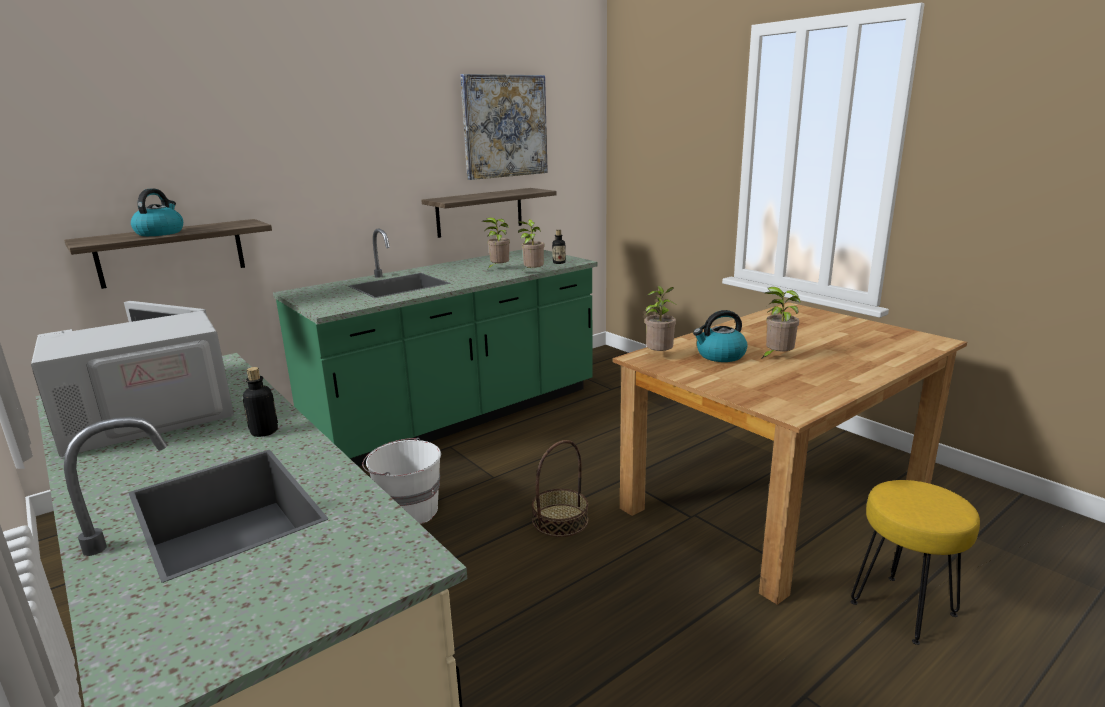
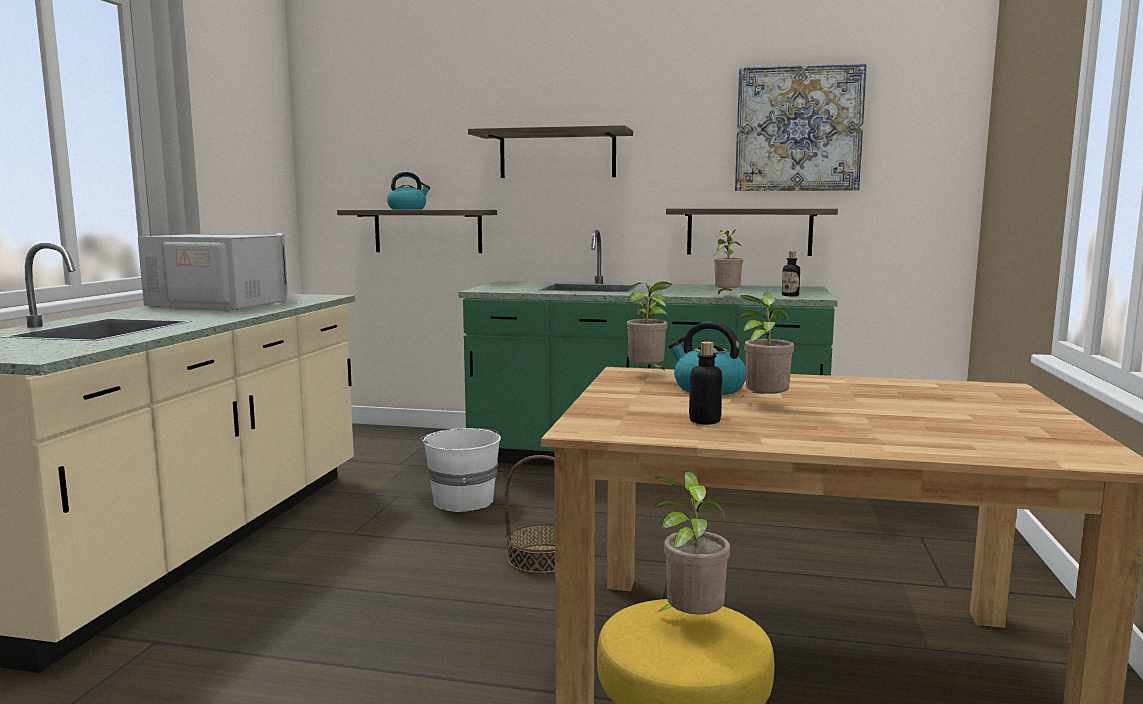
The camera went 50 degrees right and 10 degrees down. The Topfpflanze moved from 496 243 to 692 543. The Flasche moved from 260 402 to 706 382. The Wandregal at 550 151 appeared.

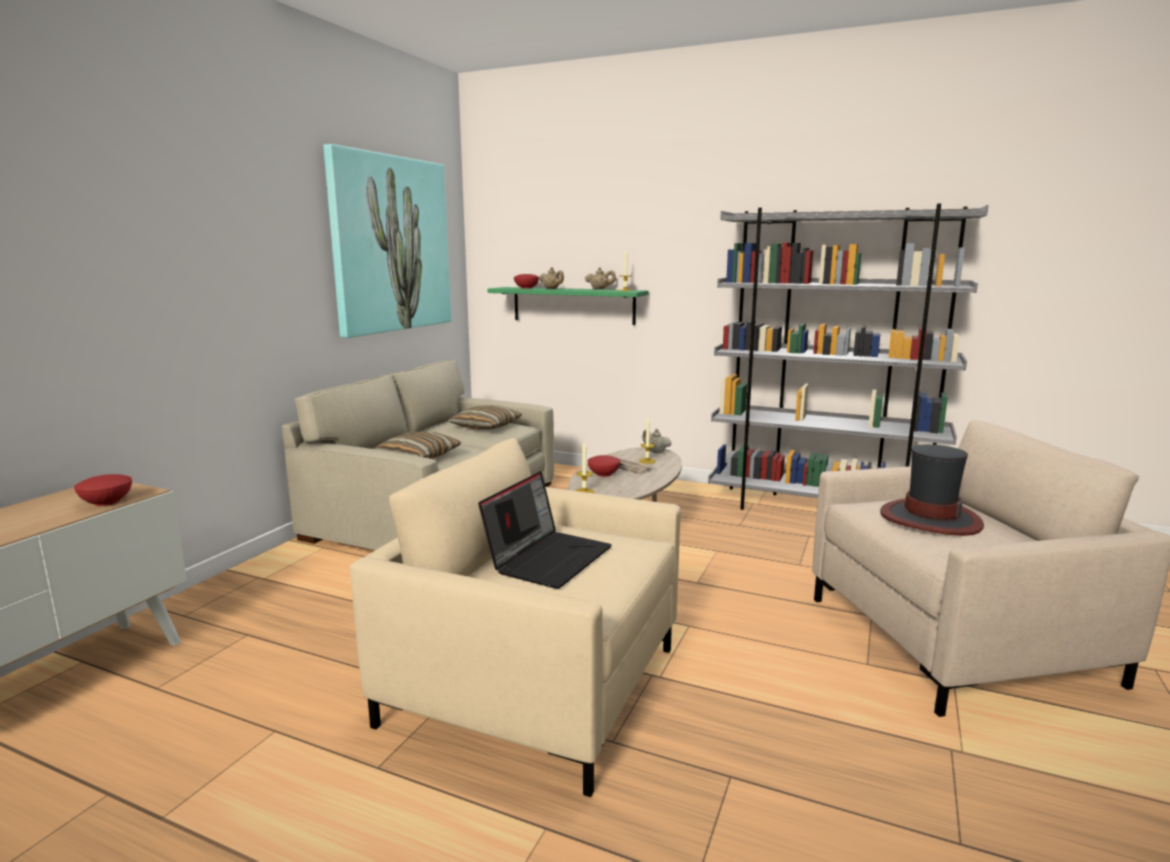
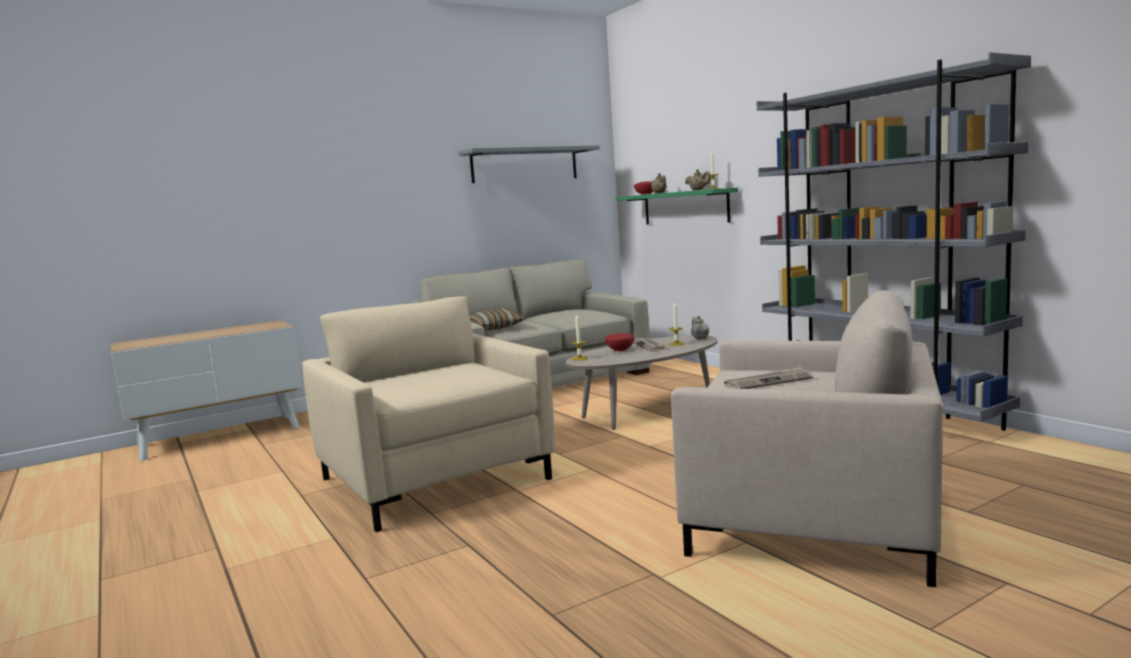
The camera went 35 degrees right and 5 degrees down. The Bild at 387 241 was replaced by the Wandregal/grau at 529 164. The Kissen at 484 417 disappeared. The Hut at 932 490 was replaced by the Zeitung at 768 377. The Laptop at 545 530 disappeared. The Schüssel/rot at 103 490 disappeared.

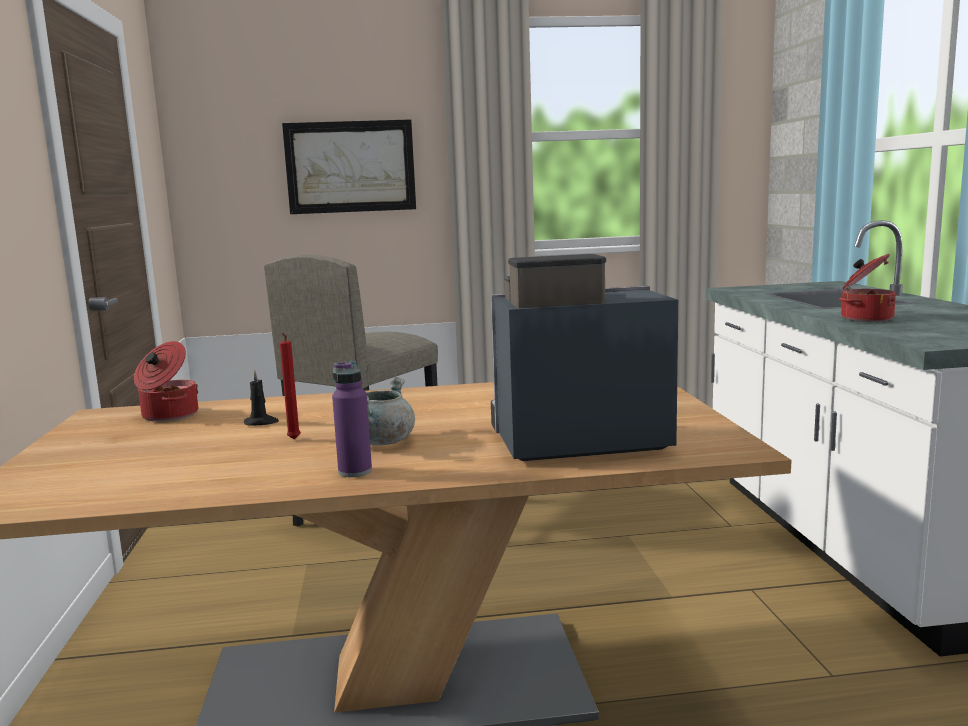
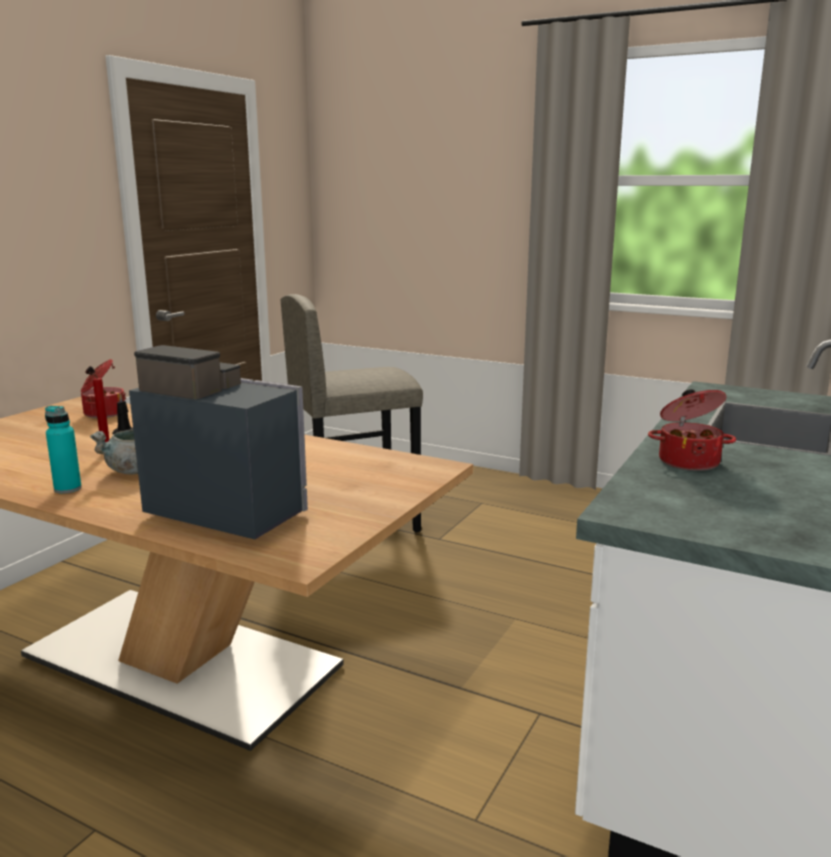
The camera went 35 degrees right and 5 degrees up. The Bild at 349 166 disappeared. The Flasche/lila at 352 419 became the Flasche/türkis at 63 450.

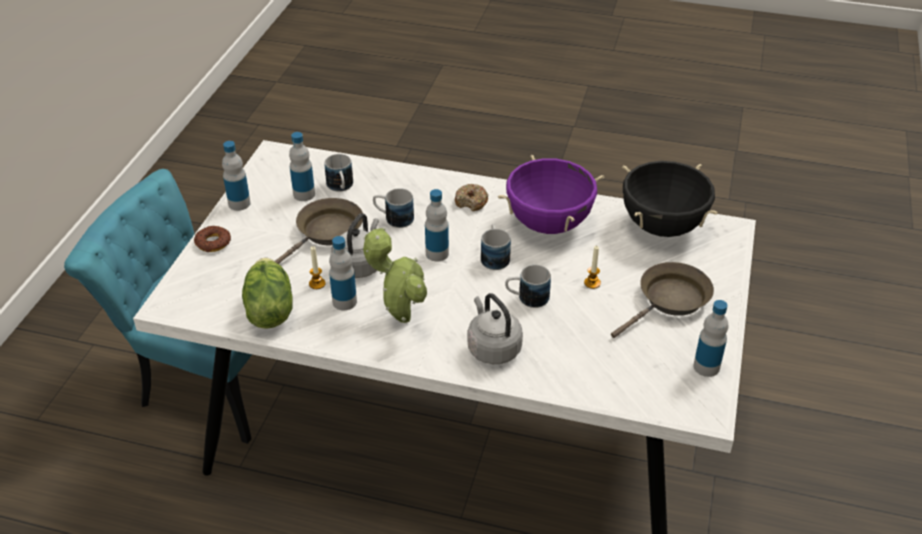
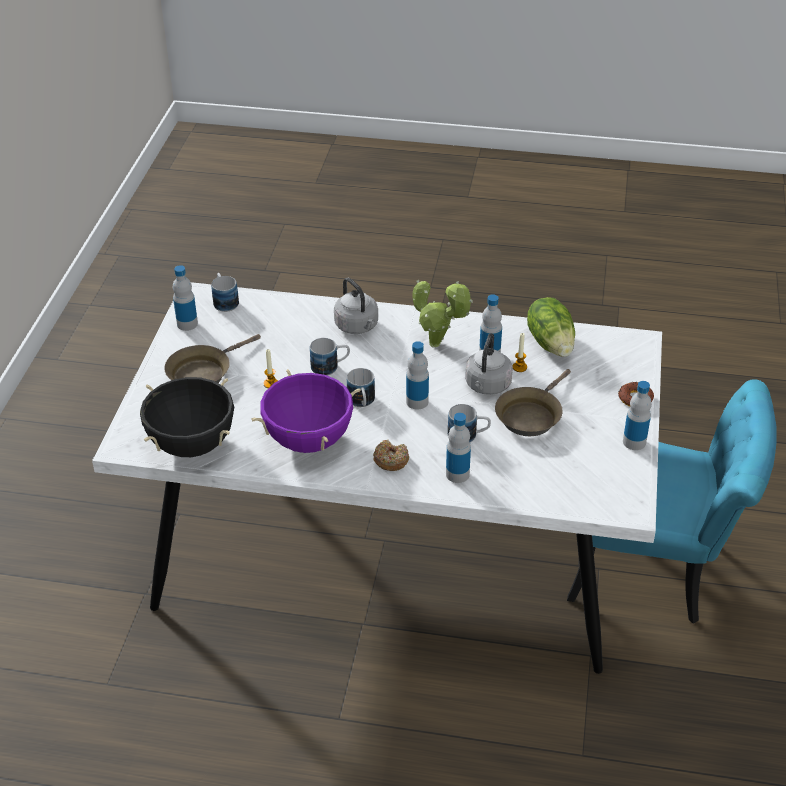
The camera went 175 degrees right and 0 degrees up. The Flasche moved from 302 166 to 458 448. The Henkelbecher moved from 338 173 to 225 292.

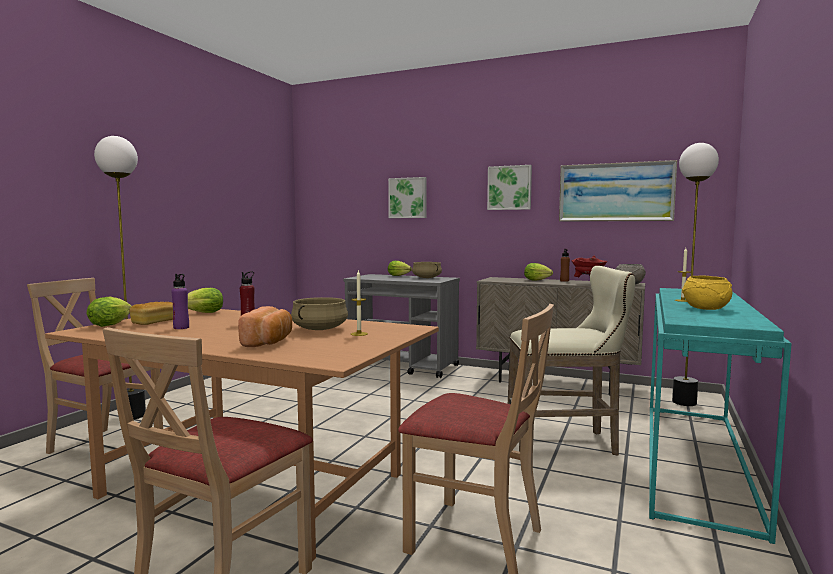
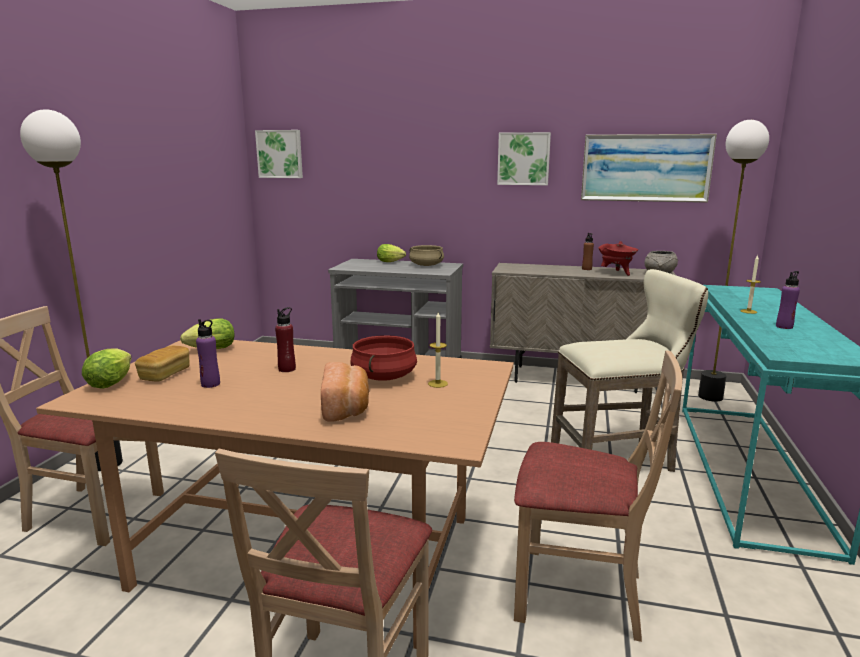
The camera went 10 degrees left and 10 degrees up. The Bild moved from 407 197 to 279 154. The Salatkopf at 538 272 disappeared. The Schüssel/gelb at 707 292 was replaced by the Flasche/lila at 788 300. The Kochtopf/beige at 319 313 became the Kochtopf/rot at 383 358.

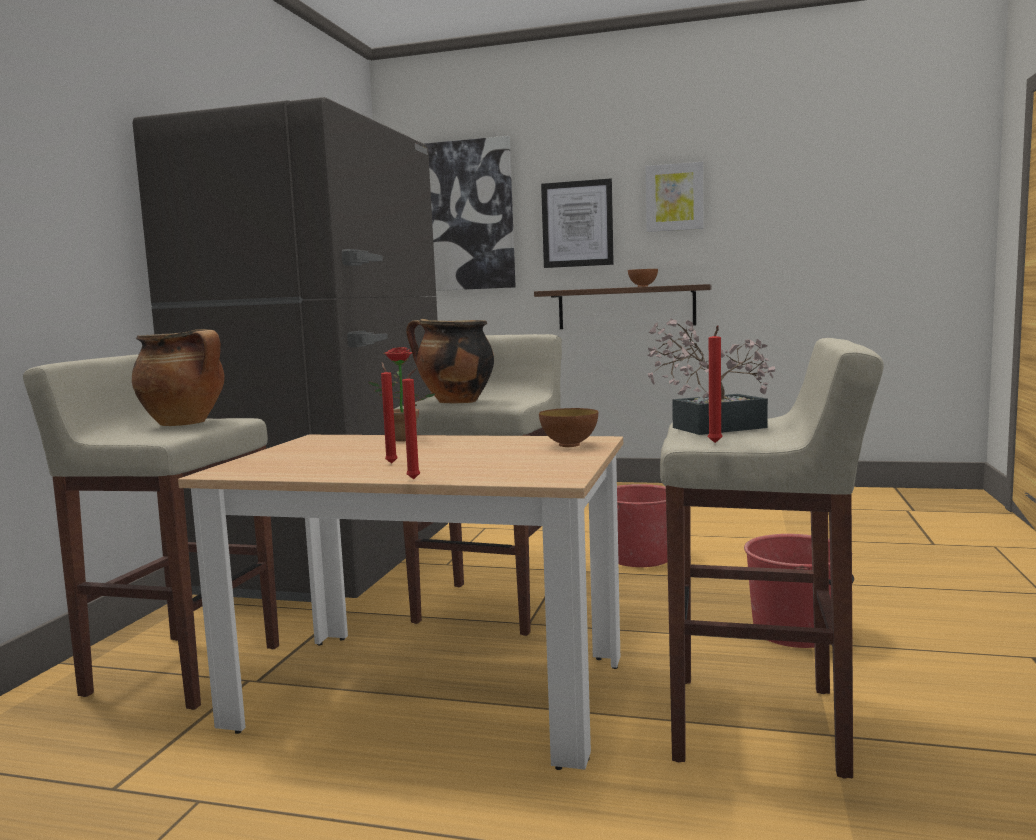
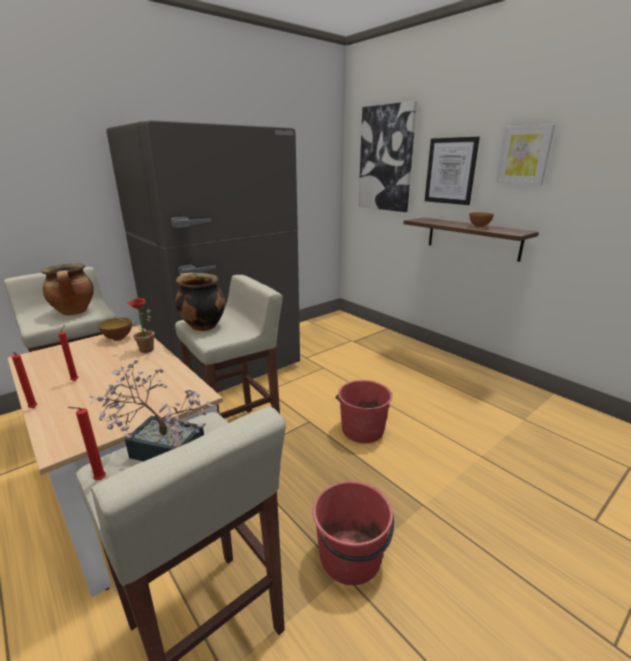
The camera went 35 degrees right and 15 degrees up. The Schüssel moved from 568 427 to 115 329.

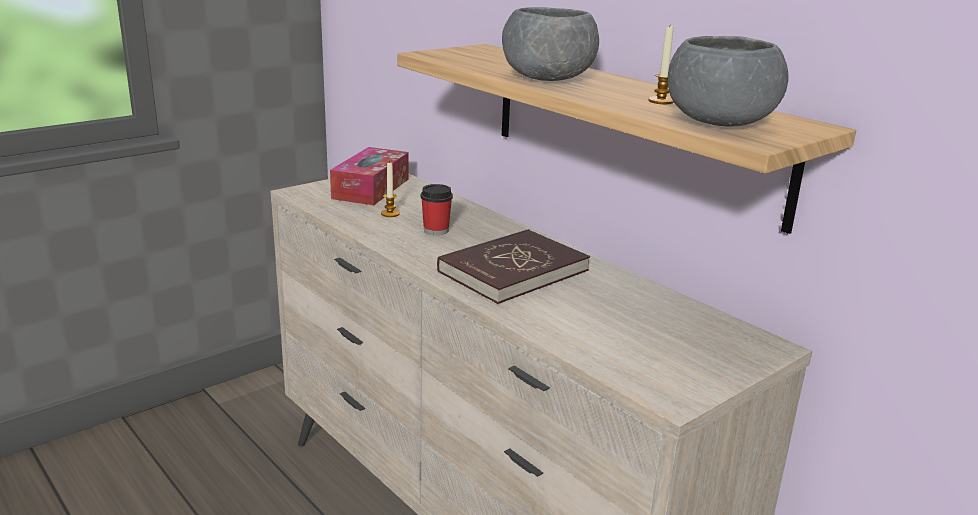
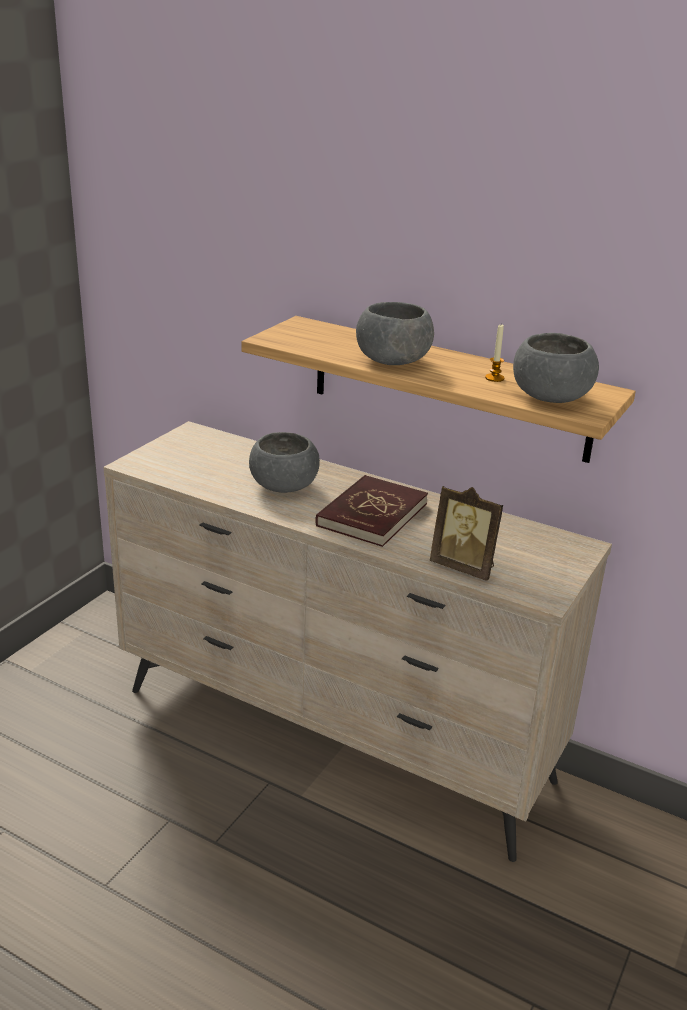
The camera went 20 degrees left and 5 degrees up. The Taschentuchbox at 369 176 disappeared. The Kerze at 390 189 disappeared. The Tasse at 437 210 was replaced by the Schüssel/grau at 284 462. The Bilderrahmen at 466 533 appeared.

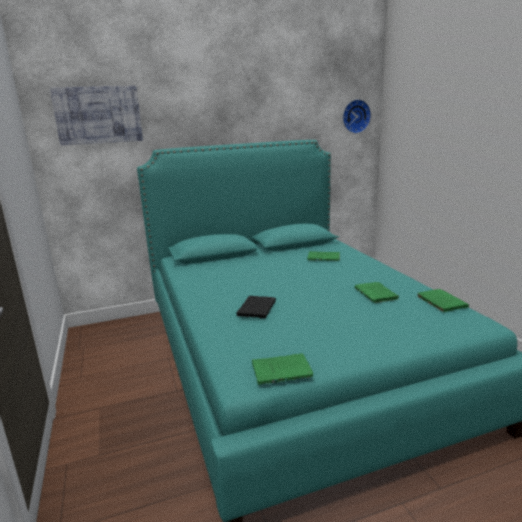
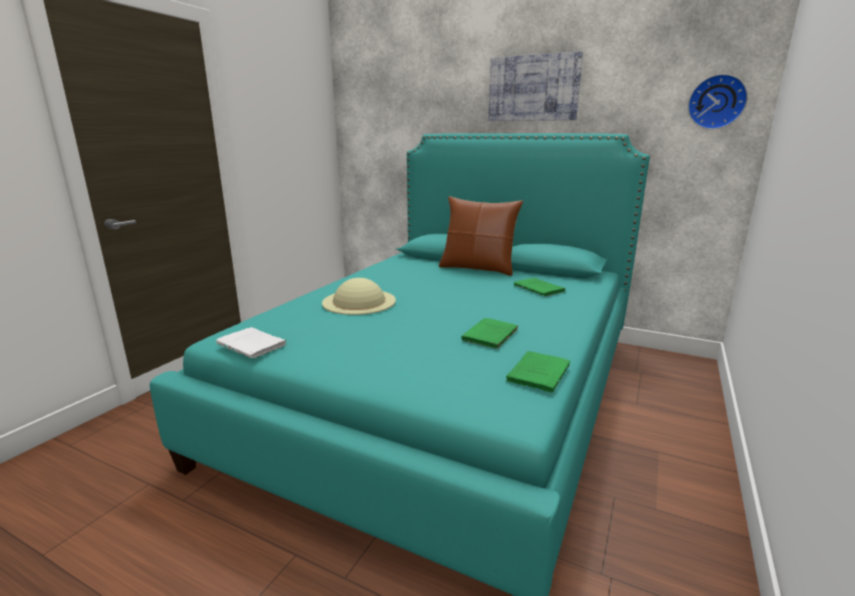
The camera went 45 degrees right and 0 degrees up. The Bild moved from 96 115 to 535 86. The Buch/schwarz at 256 307 was replaced by the Hut/beige at 359 296. The Buch/grün at 282 369 became the Buch/weiß at 251 342. The Kissen/braun at 481 236 appeared.

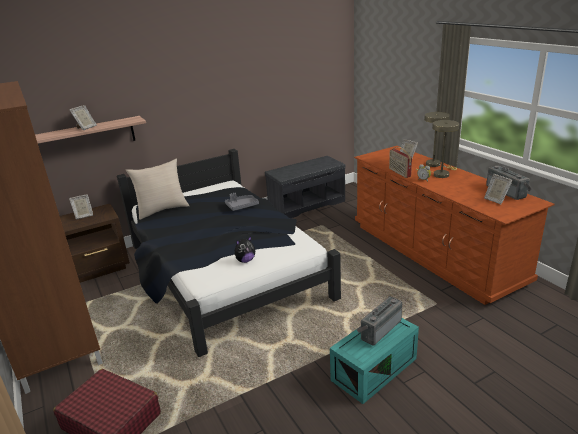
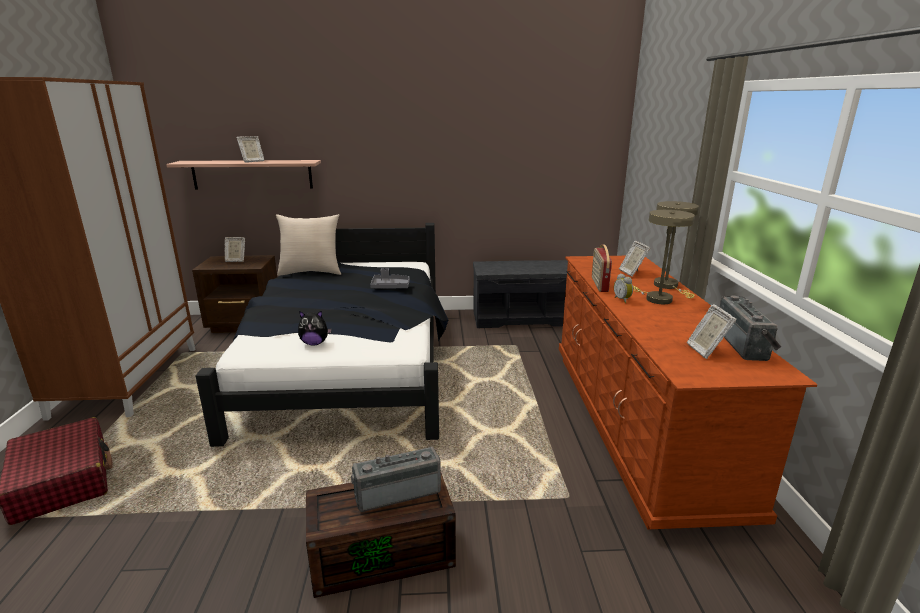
The camera went 25 degrees right and 5 degrees down. The Aufbewahrungsbox/türkis at 374 361 became the Aufbewahrungsbox/braun at 381 535.

